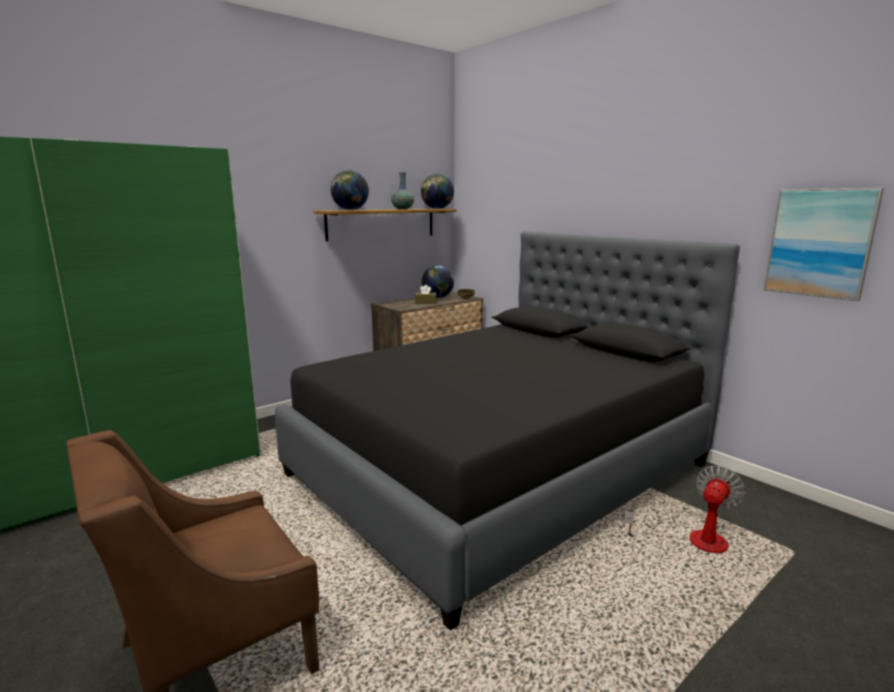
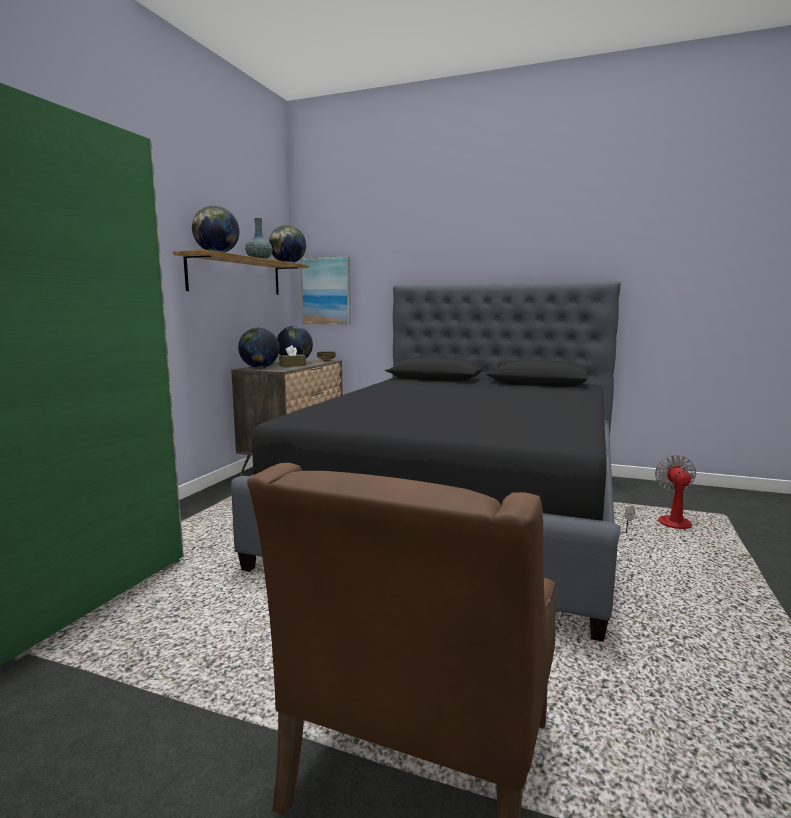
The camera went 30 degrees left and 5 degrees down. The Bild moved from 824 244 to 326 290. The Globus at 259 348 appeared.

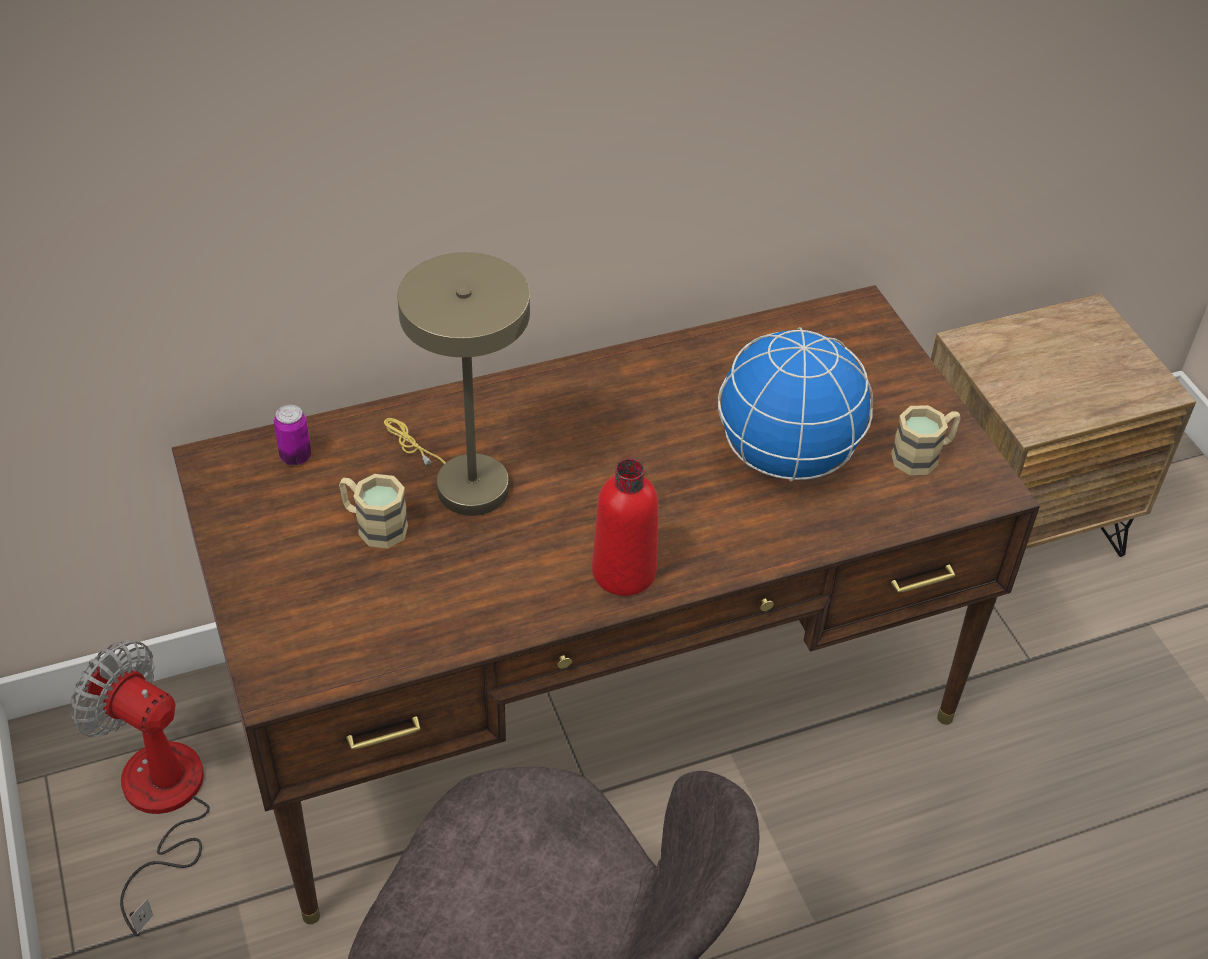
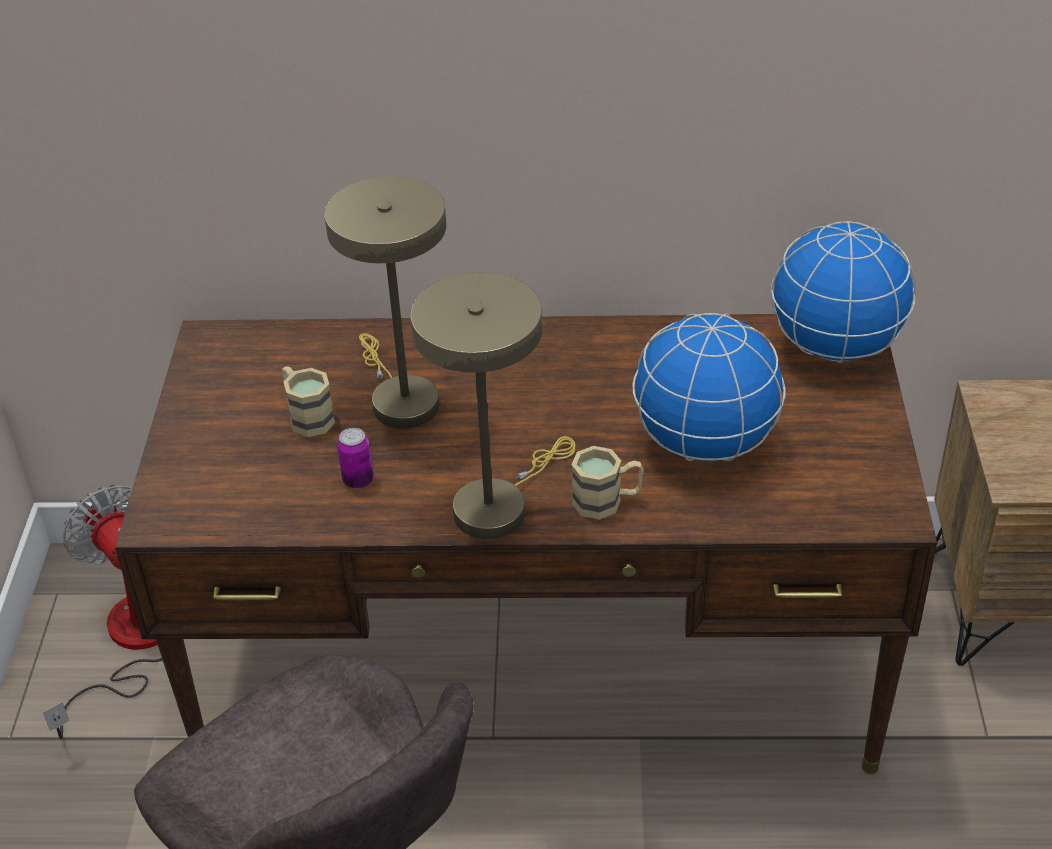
The camera went 25 degrees right and 5 degrees down. The Dose moved from 292 435 to 355 458. The Henkelbecher/beige moved from 926 440 to 607 483. The Flasche/rot at 625 527 was replaced by the Tischlampe/beige at 493 405. The Globus at 843 292 appeared.

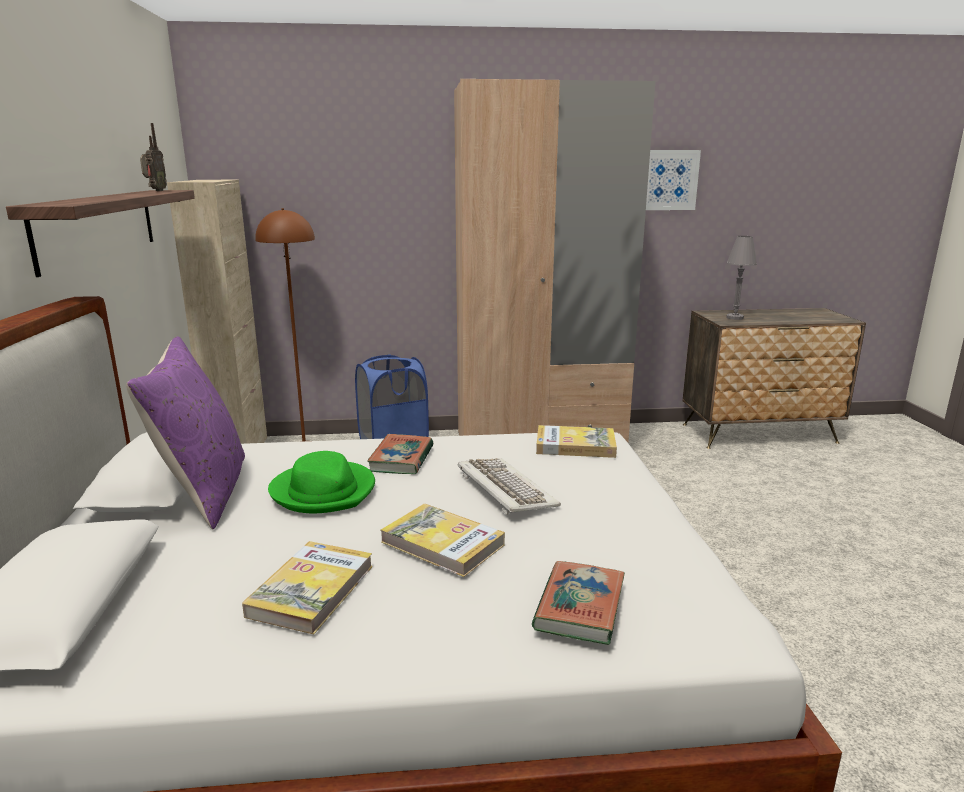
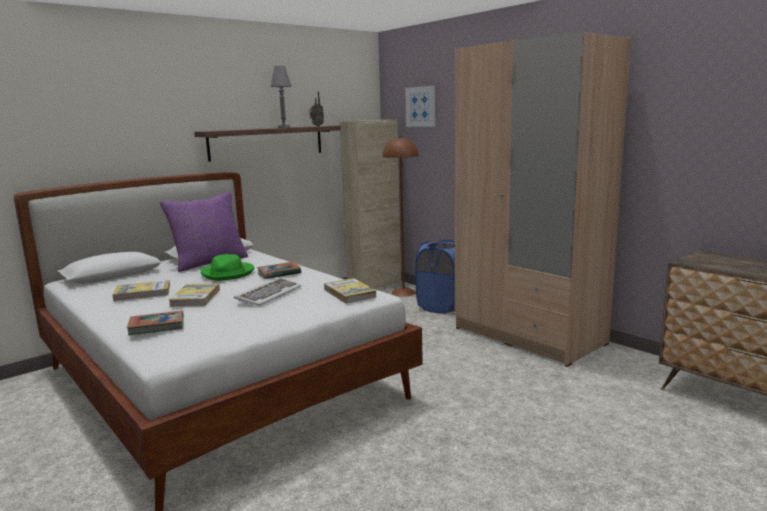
The camera went 55 degrees right and 5 degrees down. The Bild moved from 673 180 to 420 106. The Tischlampe/grau moved from 741 278 to 281 97.

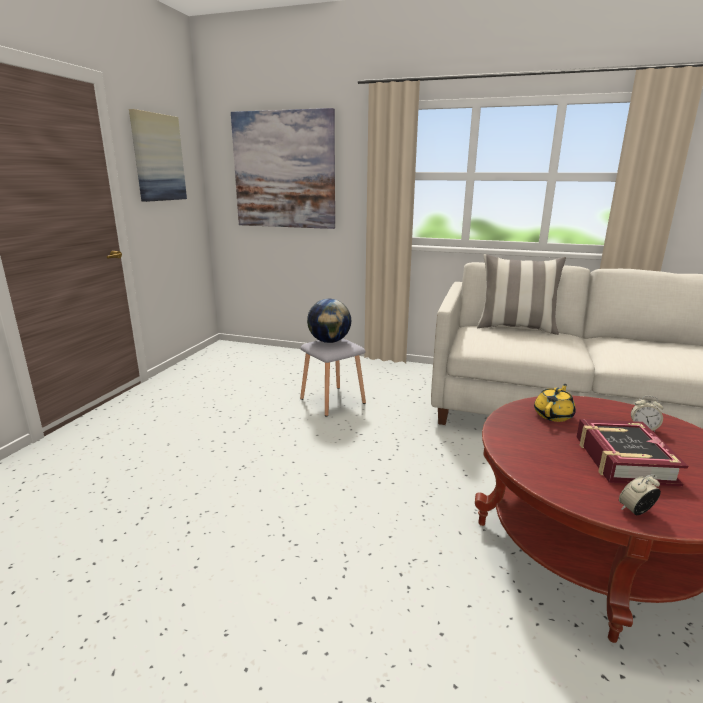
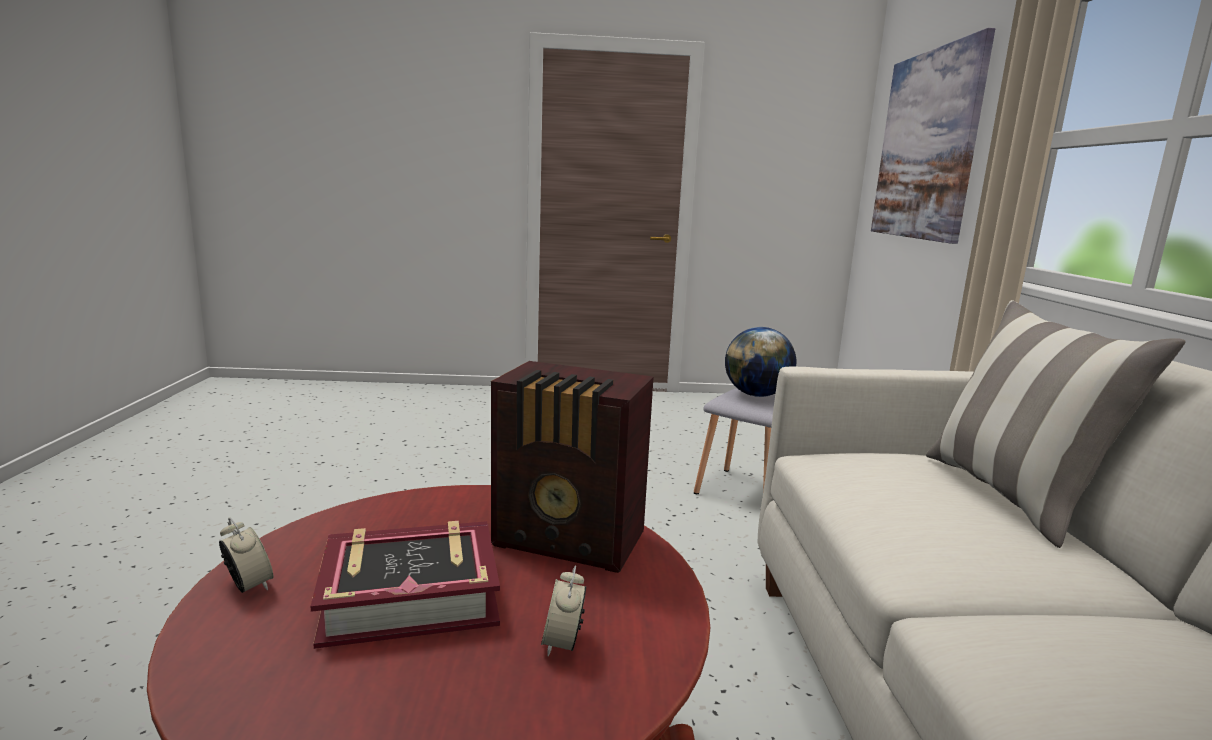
The camera went 70 degrees right and 5 degrees down. The Bild at 158 155 disappeared. The Teekanne/gelb at 555 403 was replaced by the Radio at 572 467.

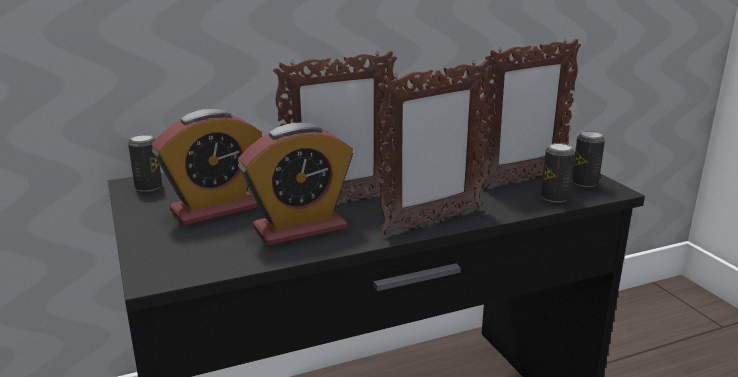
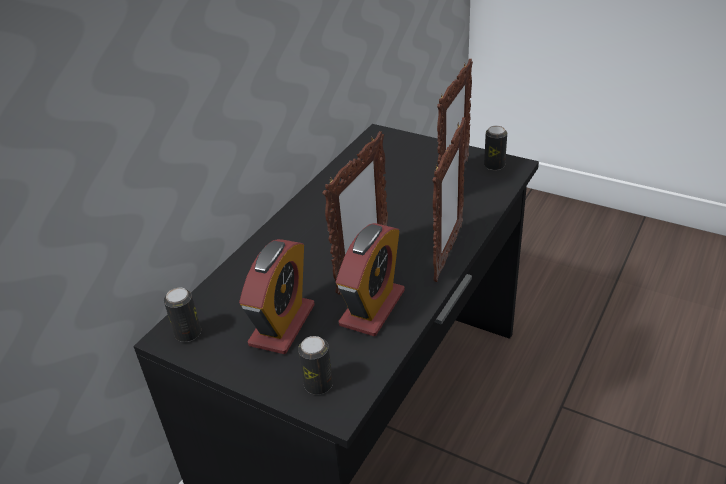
The camera went 35 degrees left and 15 degrees up. The Dose moved from 558 173 to 315 365.

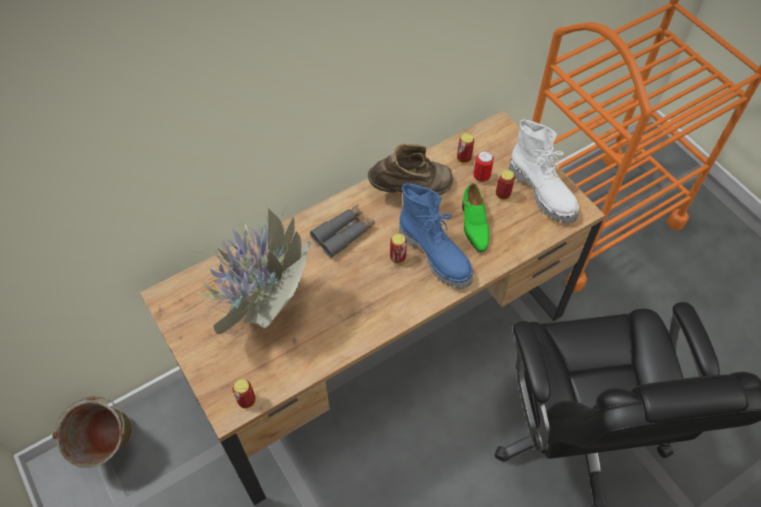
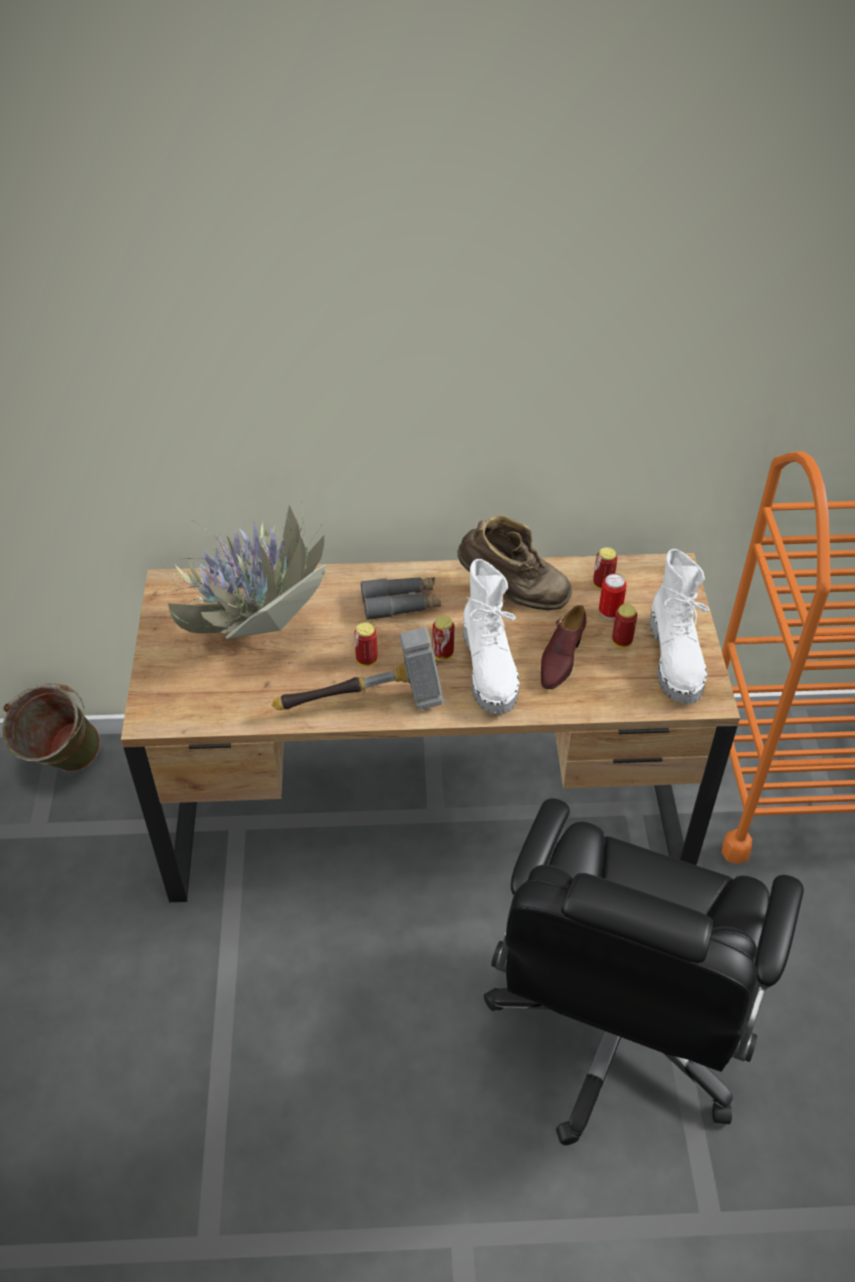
The camera went 30 degrees right and 10 degrees down. The Stiefel/blau at 436 235 became the Stiefel/weiß at 491 637. The Schuh/grün at 475 217 became the Schuh/braun at 563 647. The Dose moved from 244 394 to 366 644. The Hammer at 358 668 appeared.

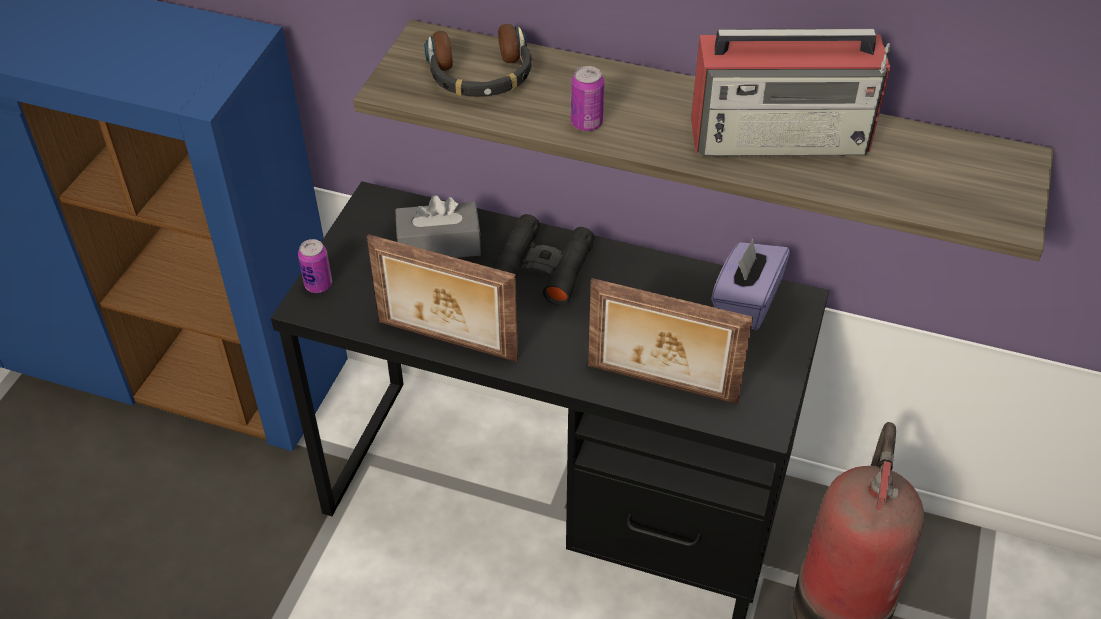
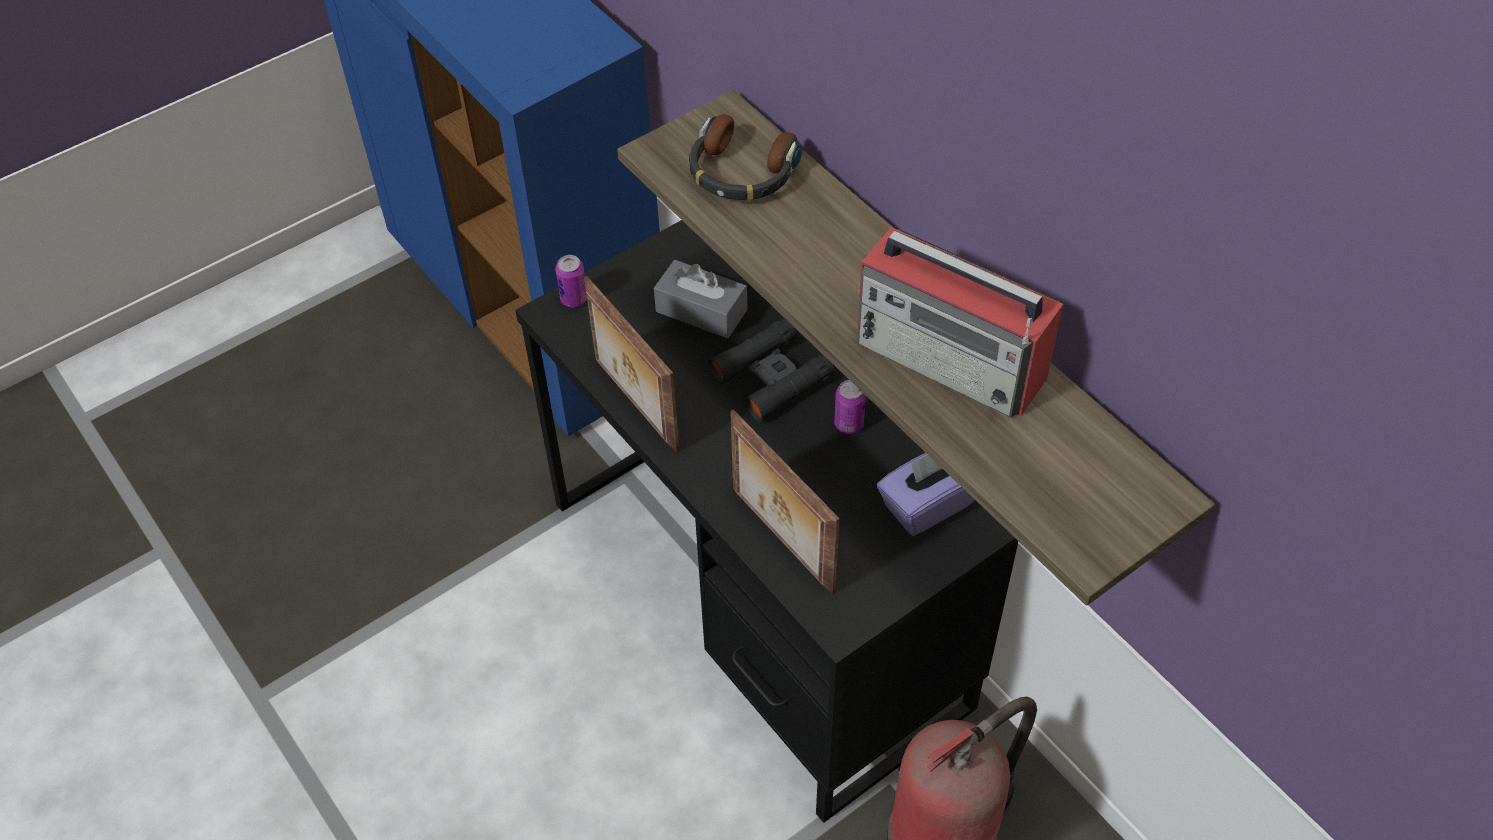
The camera went 35 degrees right and 5 degrees up. The Dose moved from 587 98 to 850 407.

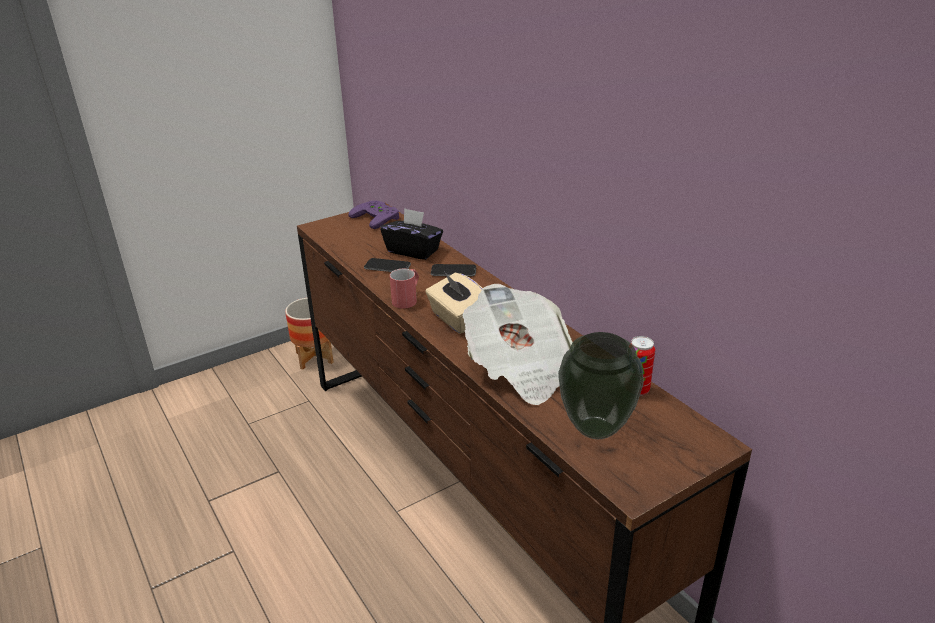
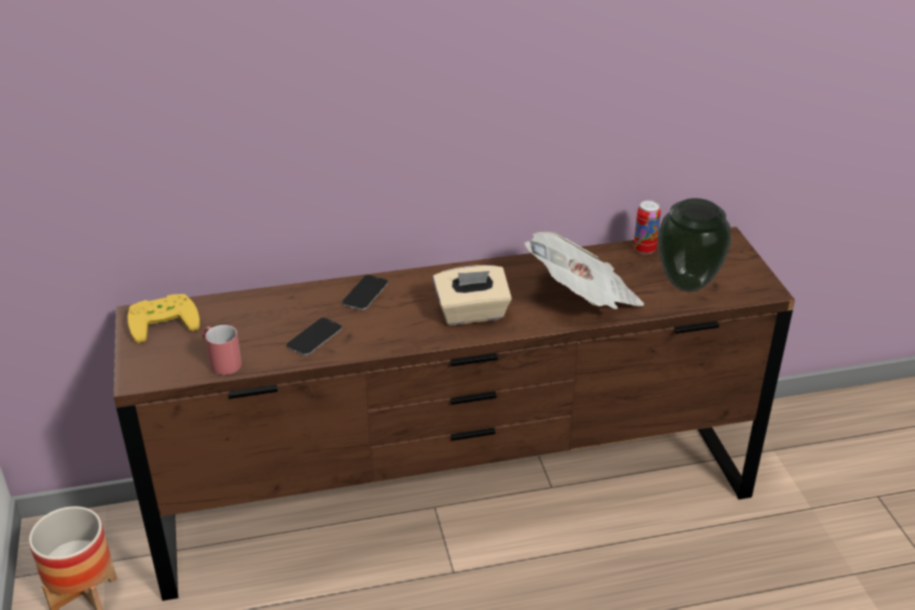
The camera went 70 degrees left and 5 degrees up. The Gamepad/lila at 373 215 became the Gamepad/gelb at 163 319. The Taschentuchbox/schwarz at 411 234 disappeared. The Henkelbecher/rot moved from 404 289 to 222 350.

